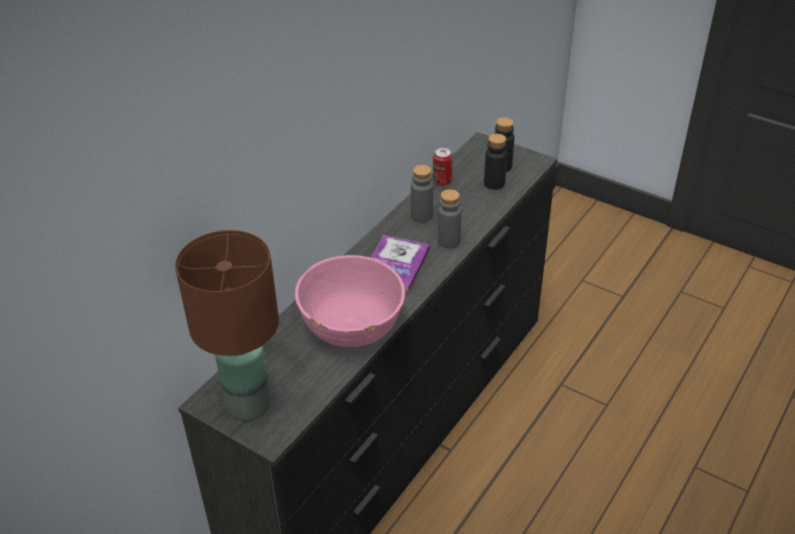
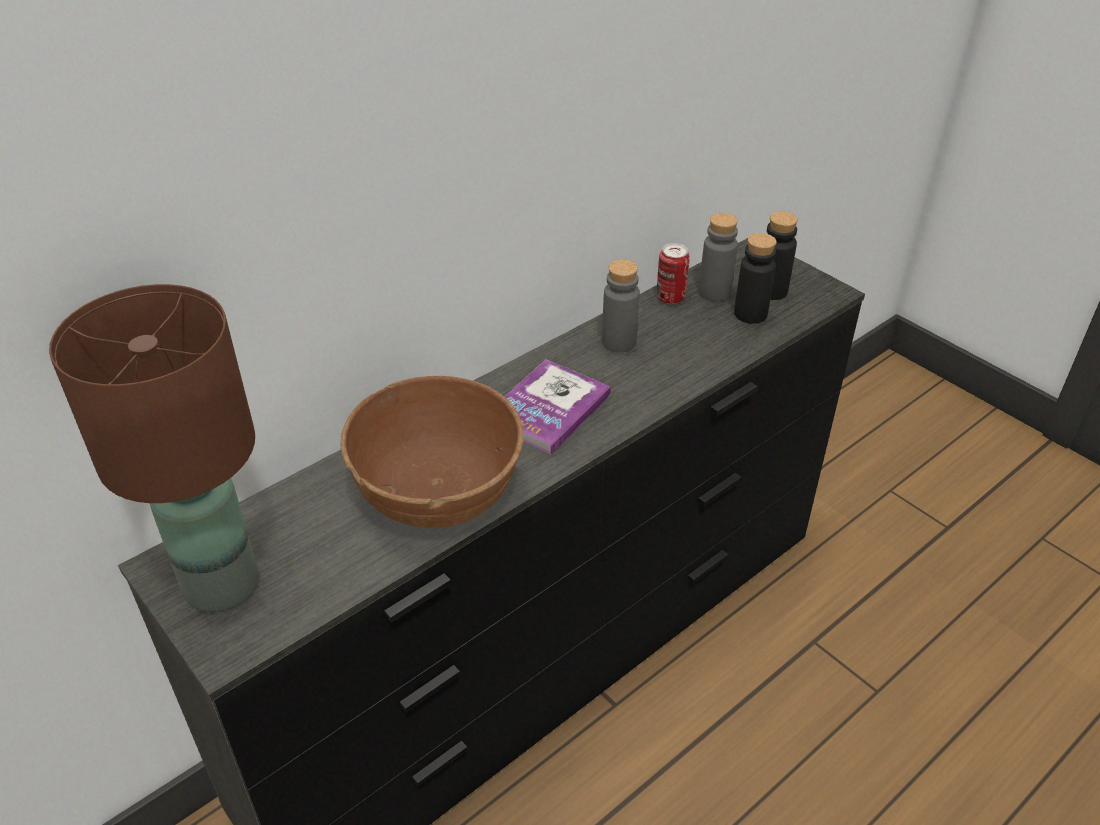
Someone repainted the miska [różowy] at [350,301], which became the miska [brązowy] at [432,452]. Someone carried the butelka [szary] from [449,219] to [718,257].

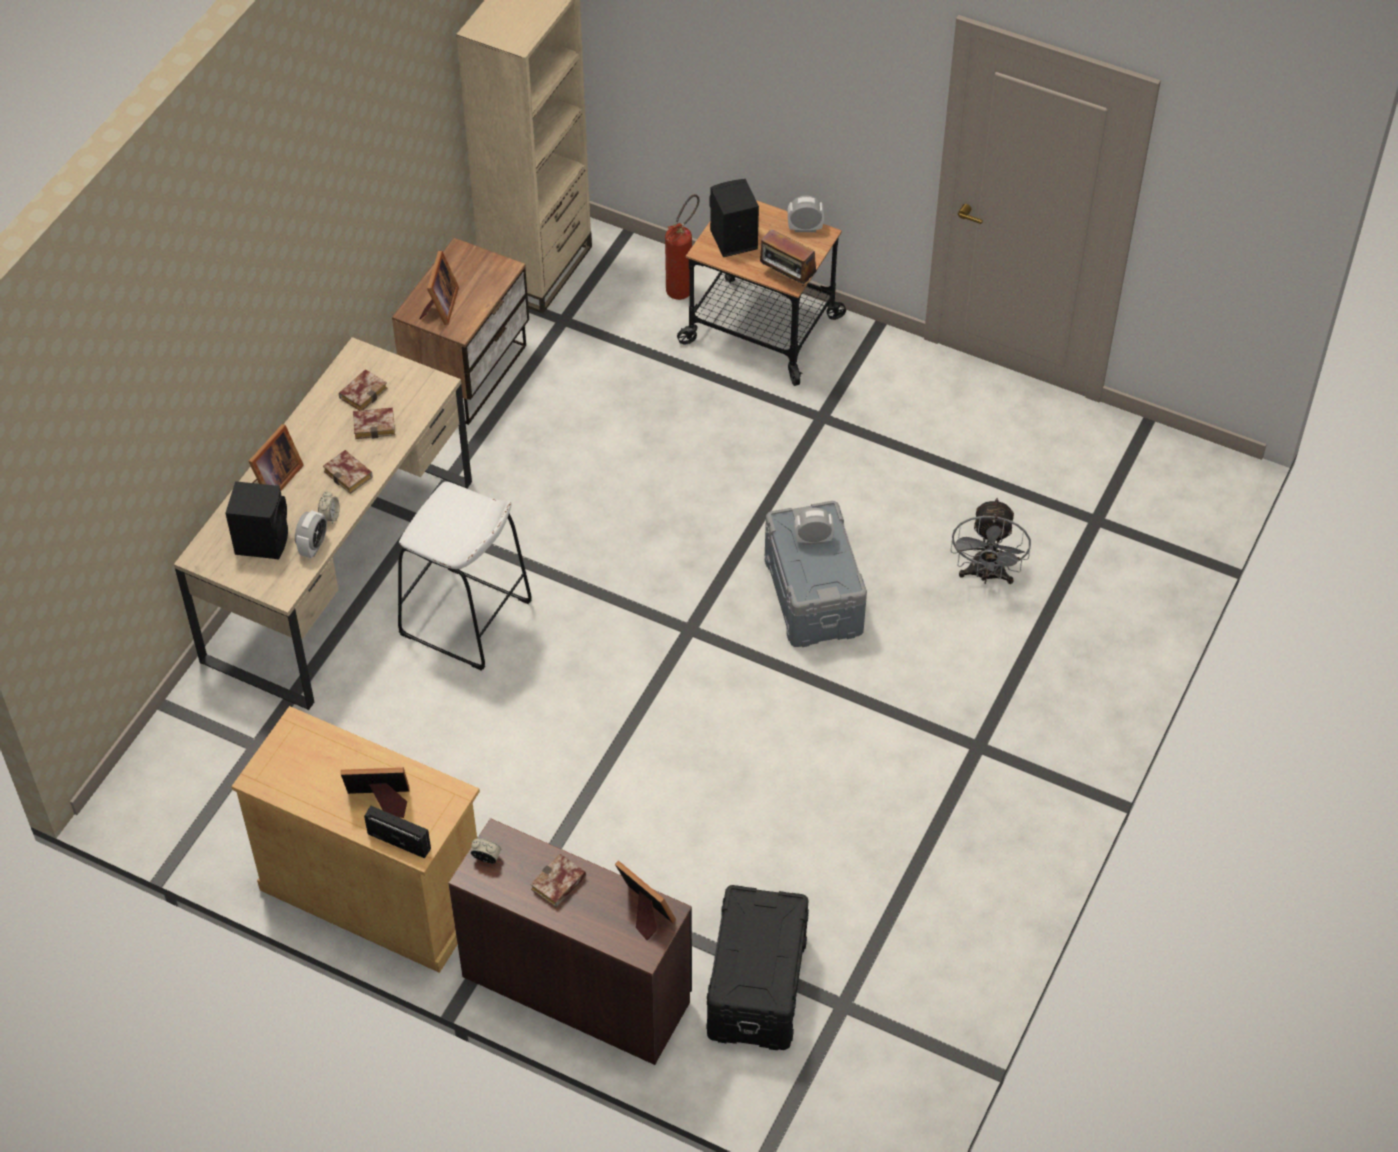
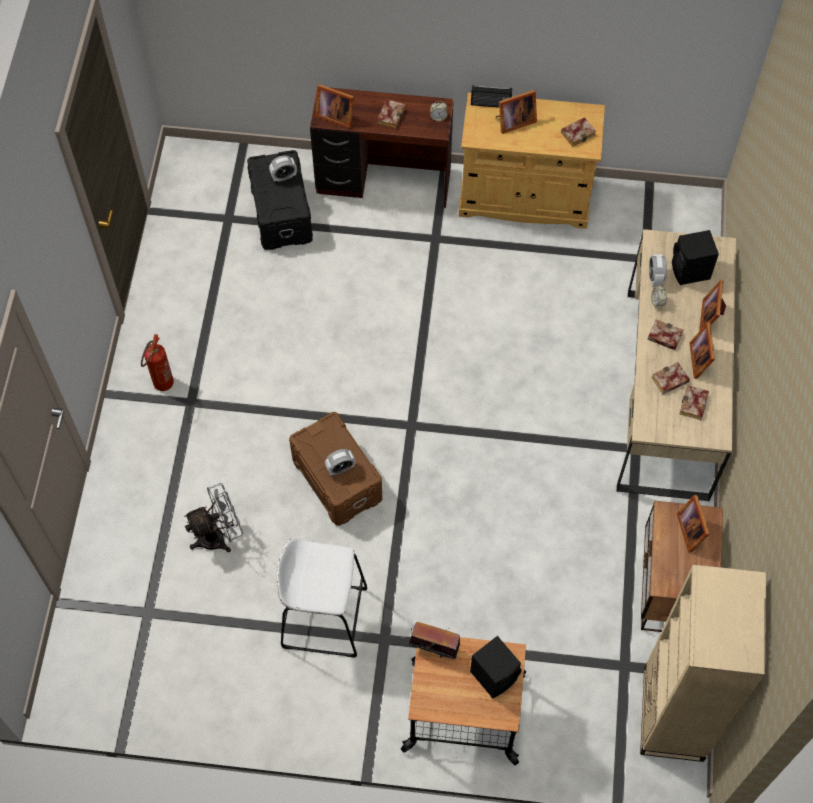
Someone carried the stołek [biały] from [465,576] to [321,598]. Someone carried the gaśnica from [682,247] to [157,362]. Someone repainted the pojemnik do przechowywania [szary] at [816,574], which became the pojemnik do przechowywania [brązowy] at [335,469]. Someone carried the budzik from [806,213] to [283,168]. Someone rotated the wentylator [szary] at [991,541] by 75 degrees clockwise. Someone put down the książka at [578,132]. Someone put down the ramka na zdjęcie at [702,351].

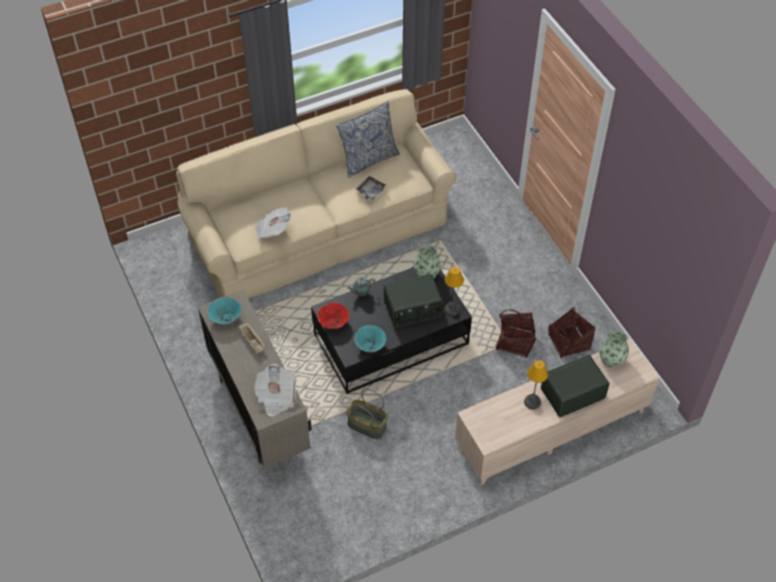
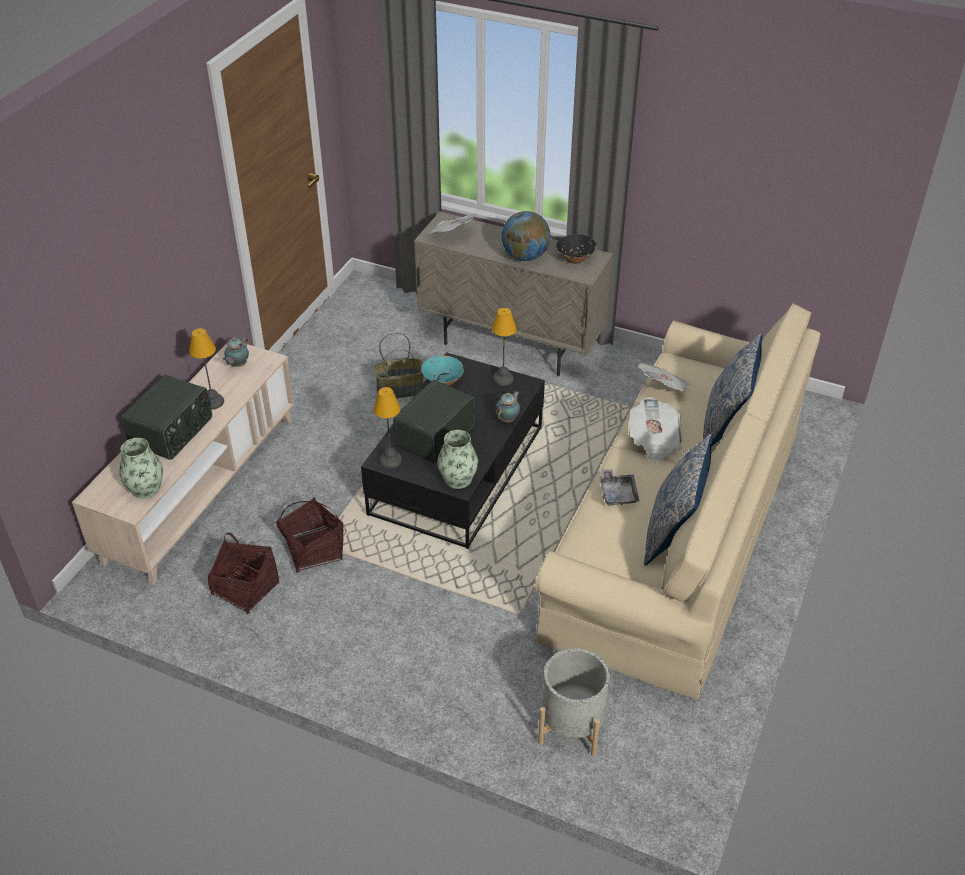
Someone repainted the miska [turkusowy] at [224,310], which became the miska [czarny] at [576,249]. Someone swapped the taca [beżowy] at [252,337] for the globus at [526,236]. Someone swapped the miska [czerwony] at [333,315] for the lampa stołowa at [504,347]. Someone put down the imbryk at [235,351]. Someone put down the donica [szary] at [574,702]. Someone put down the gazeta at [655,429]. Someone put down the poduszka at [732,390].

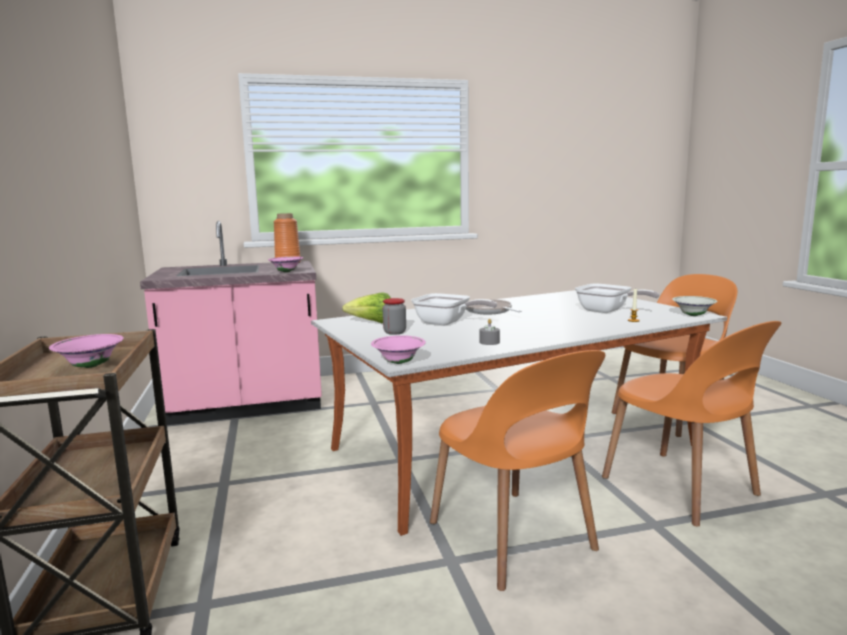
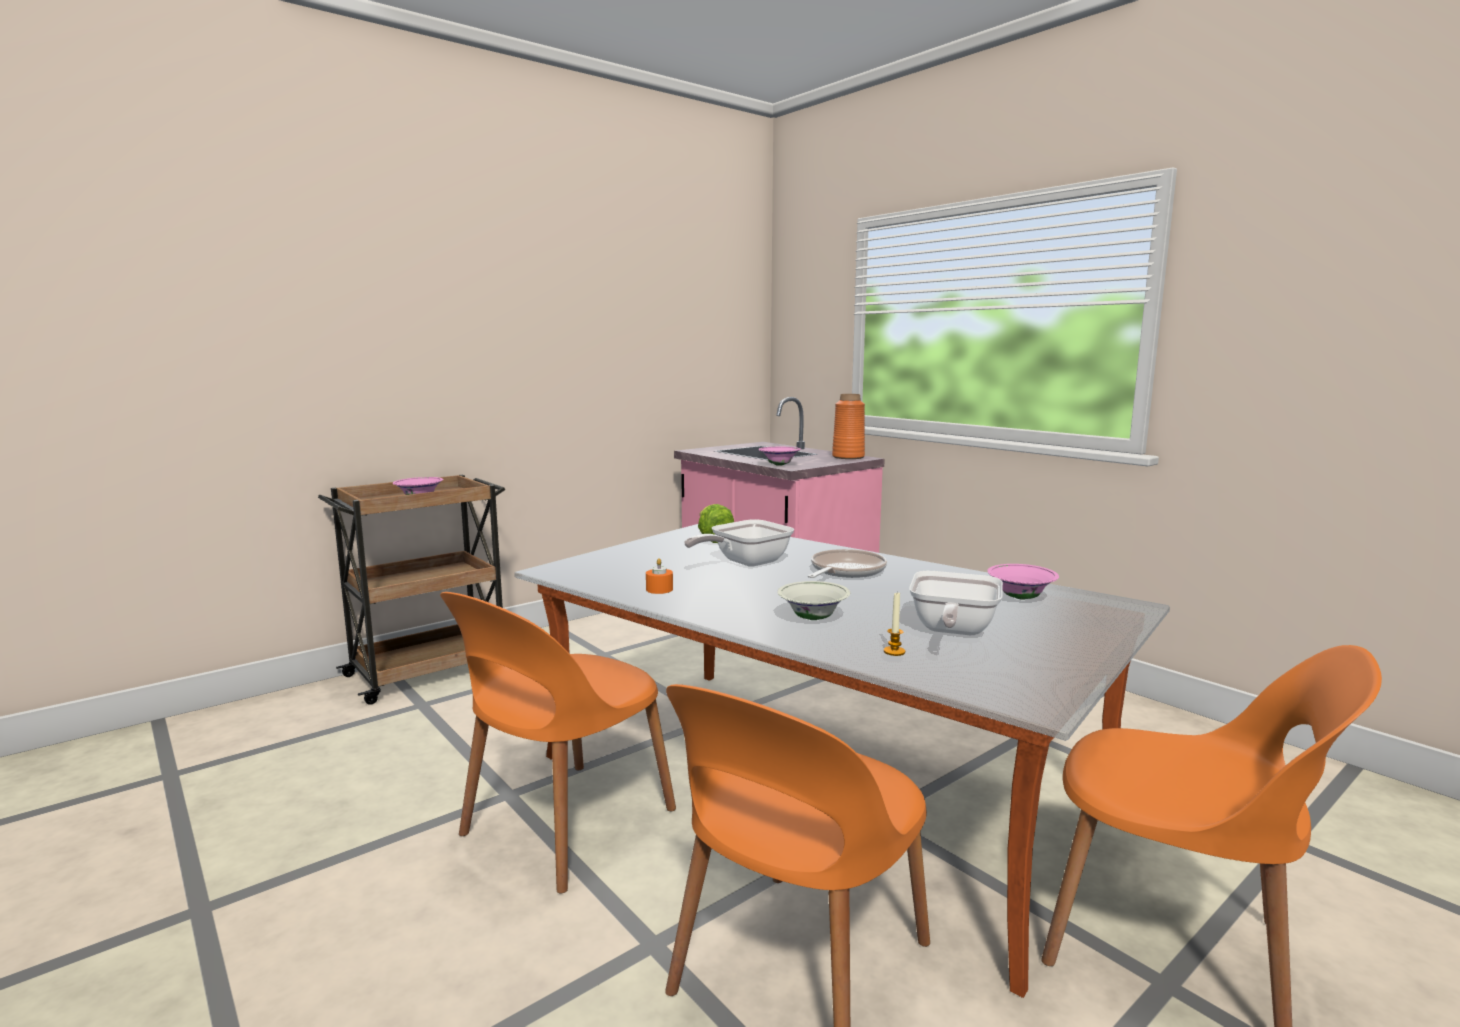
Someone carried the miska [różowy] from [398,349] to [1023,582]. Someone took away the słoik at [394,316]. Someone rotated the patelnia at [454,309] by 45 degrees clockwise. Someone repainted the świeca [szary] at [489,332], which became the świeca [pomarańczowy] at [659,576]. Someone carried the miska [biały] from [694,306] to [813,600].

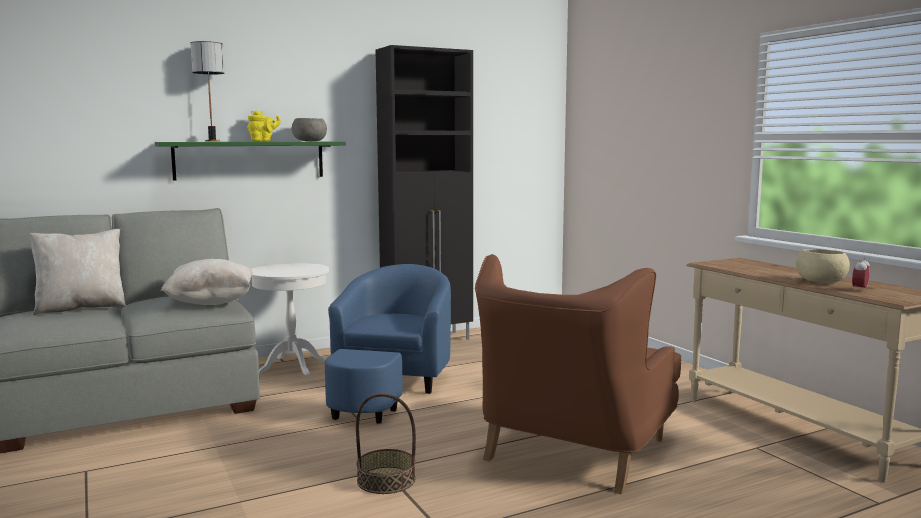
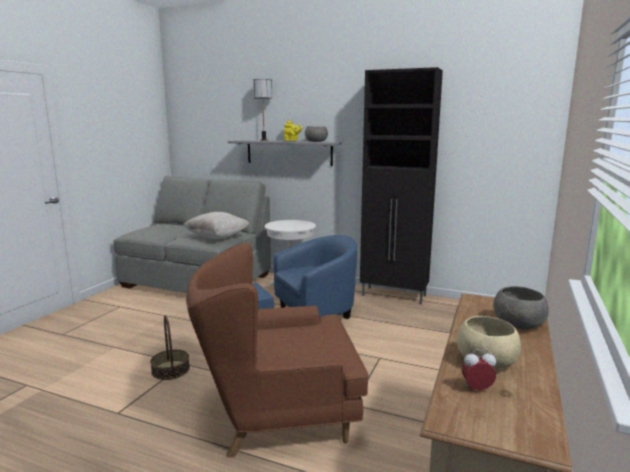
Someone took away the poduszka [beżowy] at [78,272]. Someone repainted the półka [zielony] at [250,161], which became the półka [szary] at [284,153]. Someone put down the miska [szary] at [521,307].

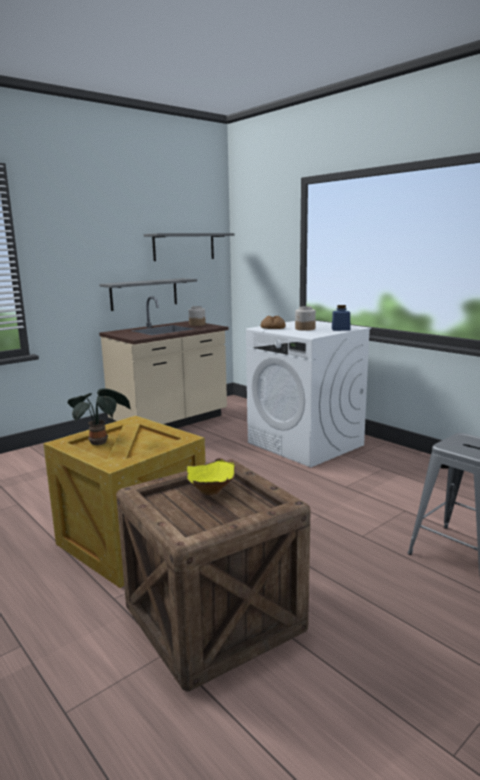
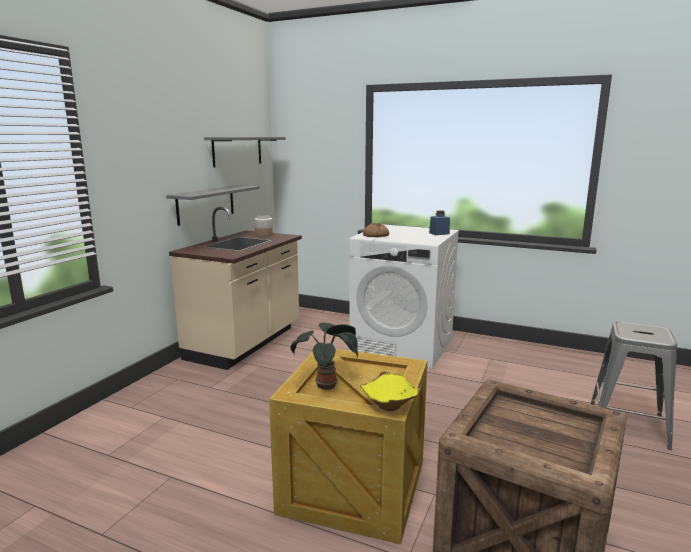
Someone carried the miska [żółty] from [211,476] to [390,391]. Someone took away the słoik at [305,318].

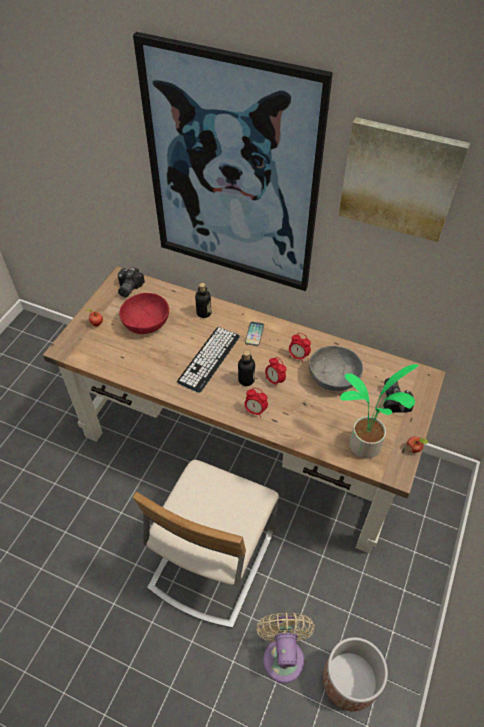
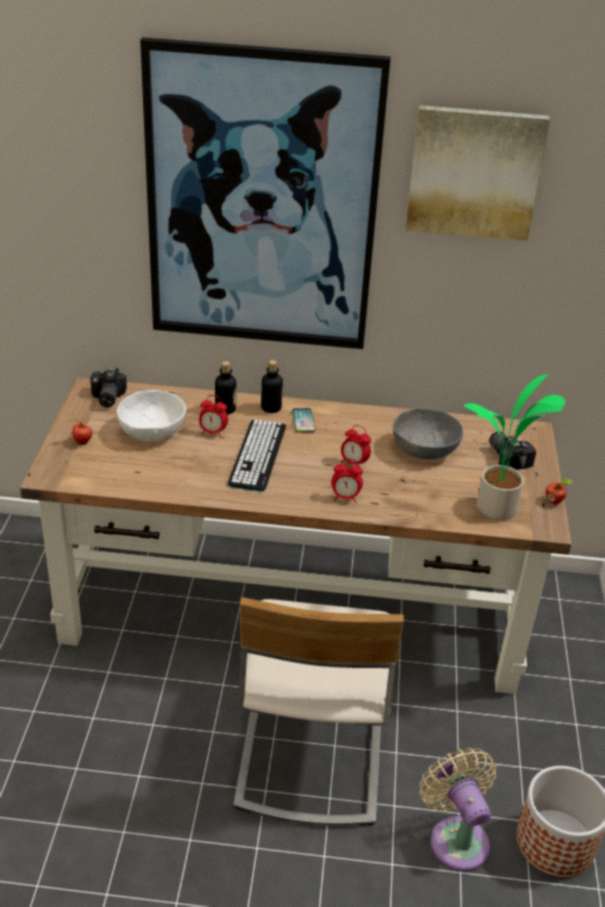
Someone repainted the miska [czerwony] at [144,313], which became the miska [biały] at [151,415]. Someone carried the butelka from [246,368] to [272,386]. Someone carried the budzik from [300,348] to [213,416].

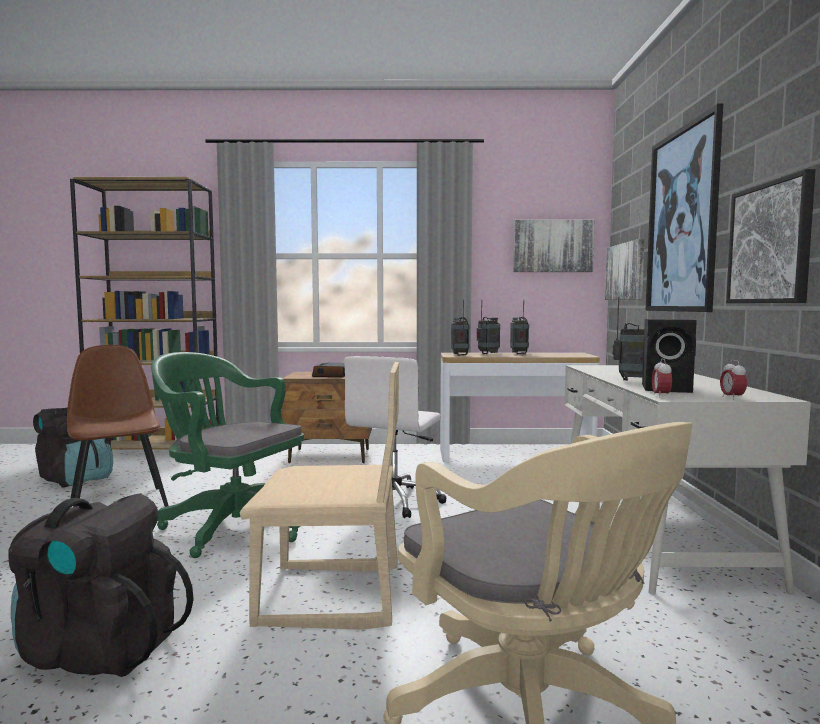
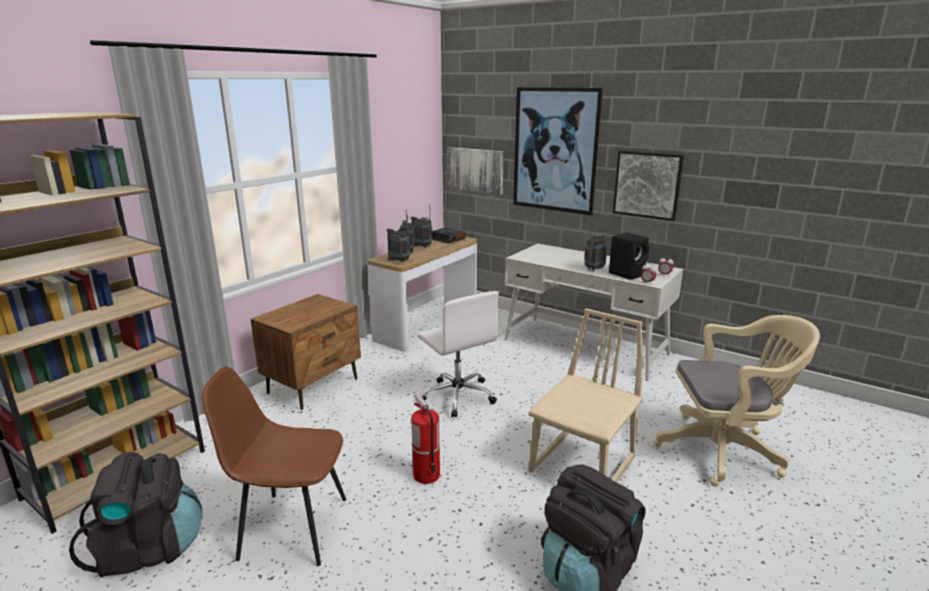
Someone swapped the krzesło biurowe [zielony] at [227,455] for the gaśnica at [425,438]. Someone carried the budzik from [328,369] to [449,235]. Someone took away the obraz at [554,246].

